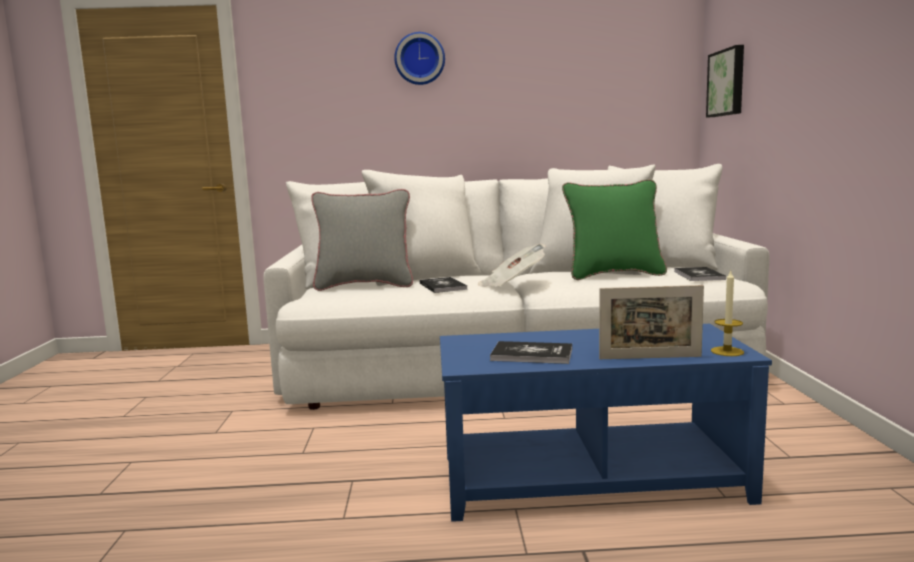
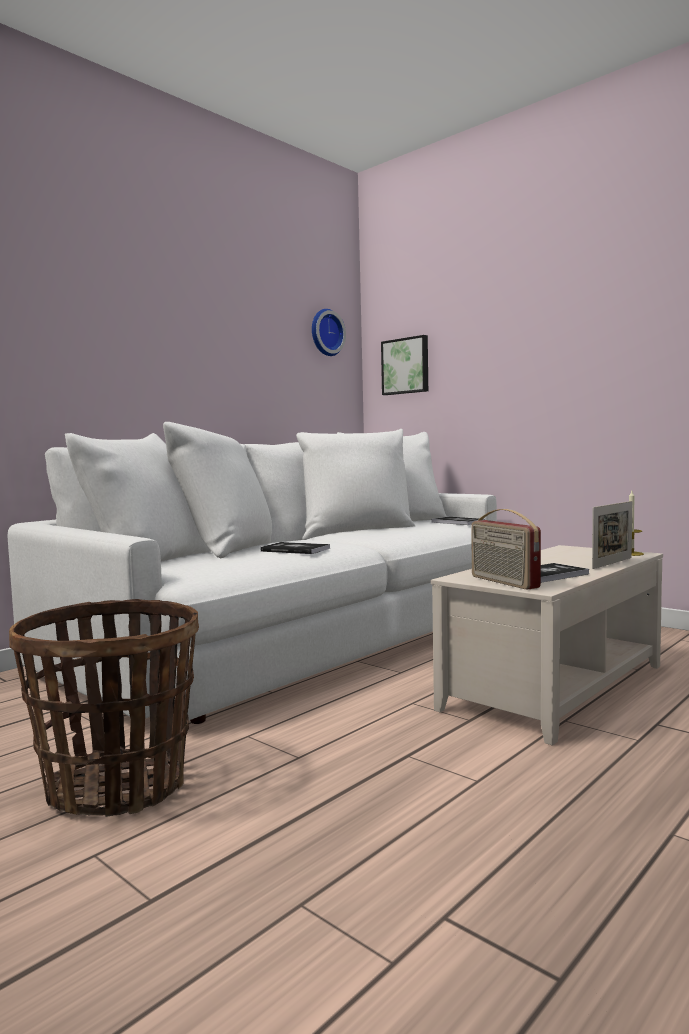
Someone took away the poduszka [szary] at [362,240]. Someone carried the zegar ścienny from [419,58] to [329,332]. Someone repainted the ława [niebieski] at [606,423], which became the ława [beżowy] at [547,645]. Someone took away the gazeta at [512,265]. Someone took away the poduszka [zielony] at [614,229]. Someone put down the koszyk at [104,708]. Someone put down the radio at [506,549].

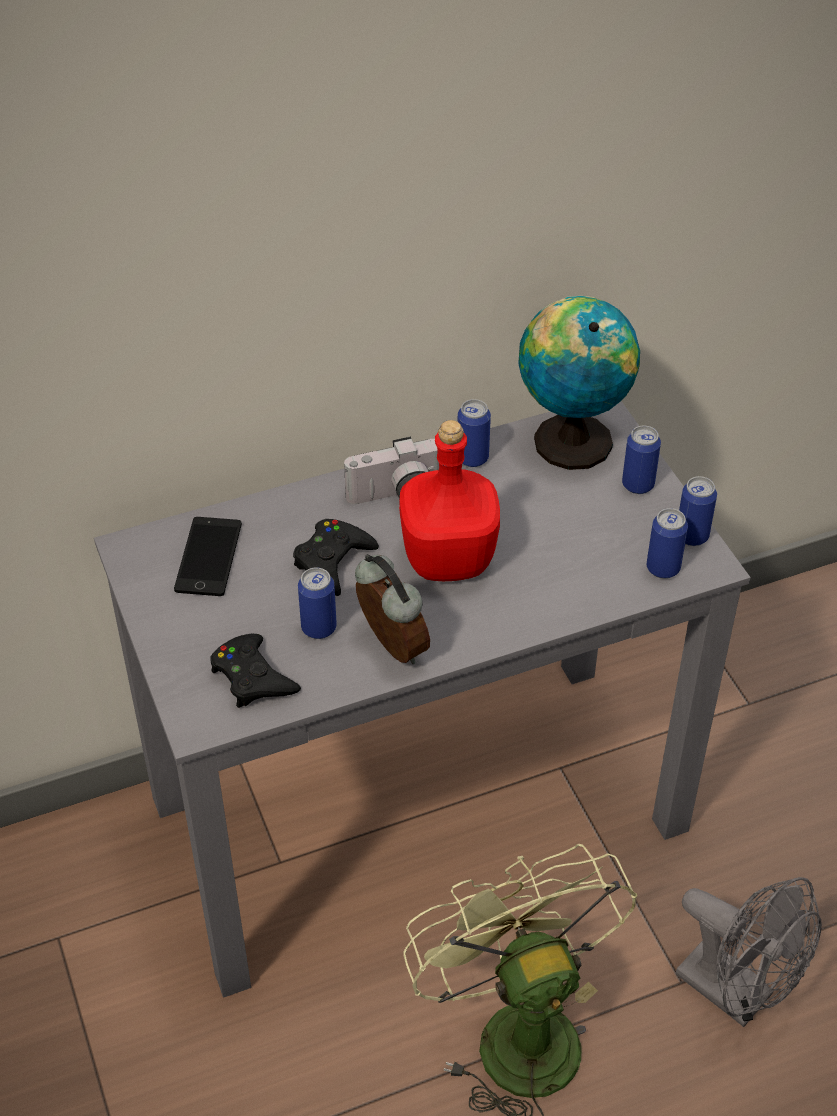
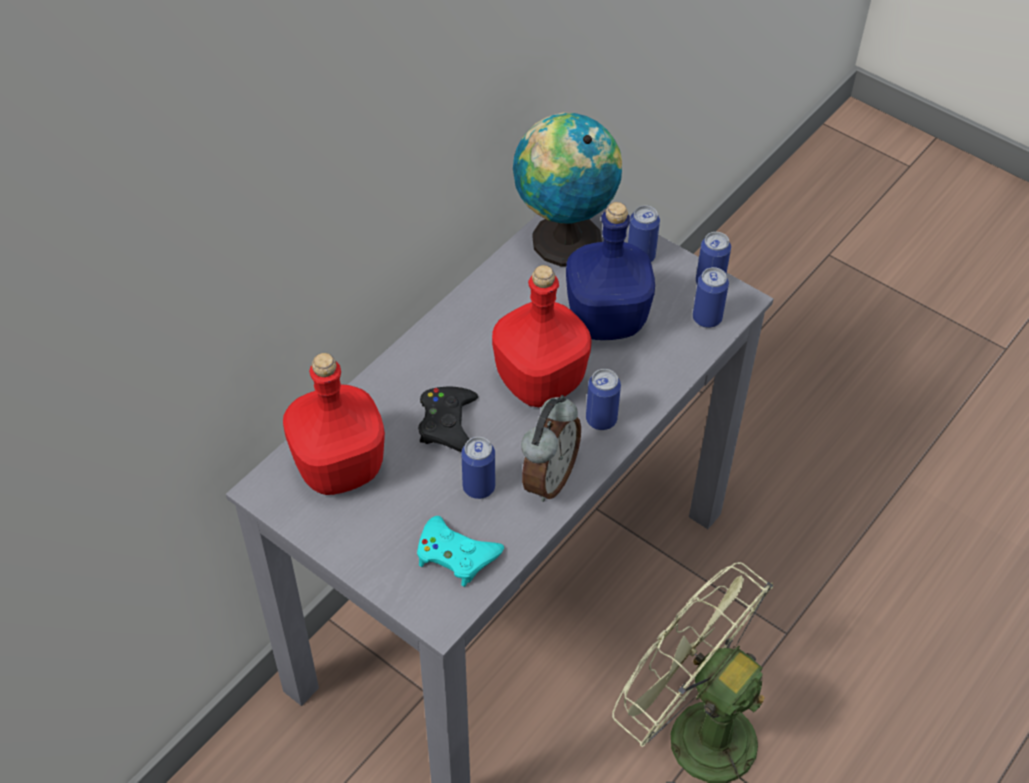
Someone swapped the telefon at [208,556] for the butelka [czerwony] at [334,424]. Someone repainted the pad do gier [czarny] at [255,670], which became the pad do gier [turkusowy] at [460,551]. Someone took away the aparat fotograficzny at [391,470]. Someone rotated the budzik at [392,609] by 90 degrees clockwise. Someone carried the puszka from [474,433] to [603,399]. Someone took away the wentylator [szary] at [749,952]. Someone put down the butelka [niebieski] at [610,271].

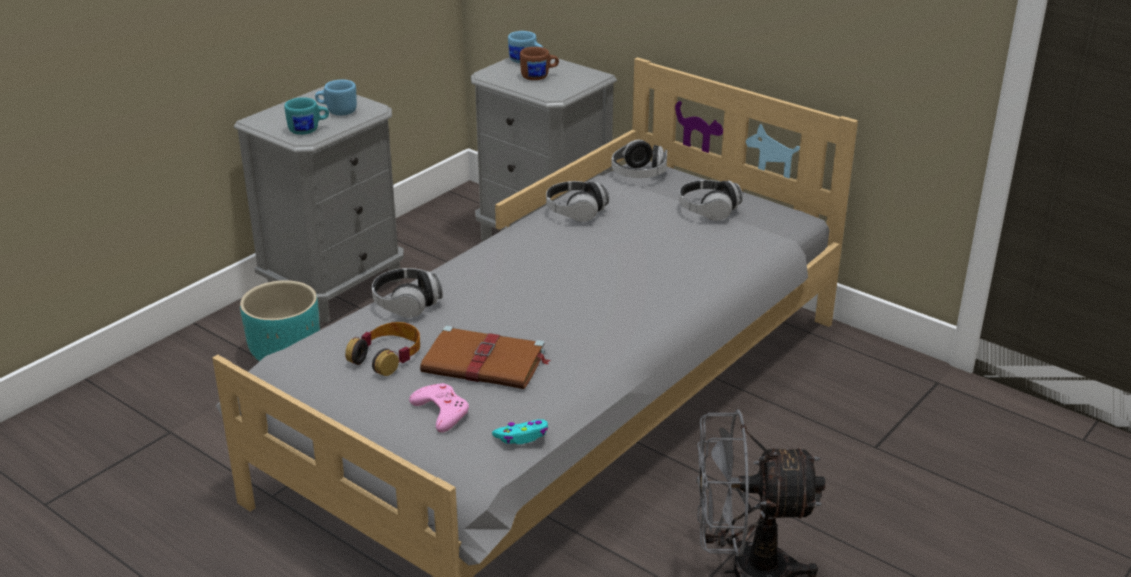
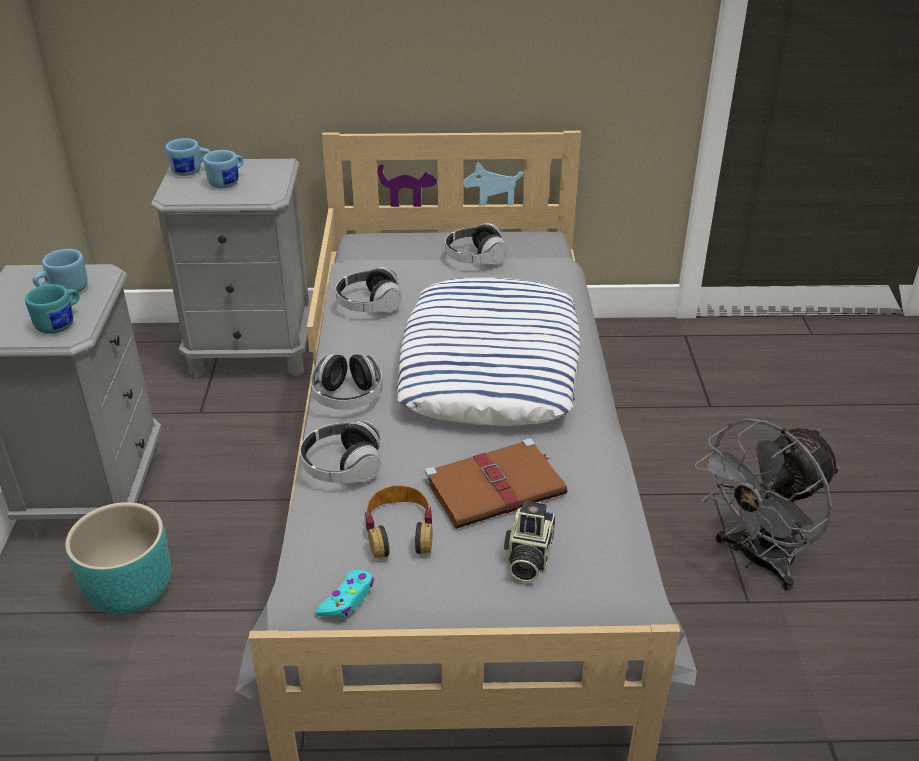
Someone swapped the pad do gier [różowy] at [439,407] for the aparat fotograficzny at [529,541]. Someone carried the pad do gier [turkusowy] from [520,431] to [344,593]. Someone repainted the kubek [brązowy] at [539,63], which became the kubek [niebieski] at [223,169]. Someone carried the słuchawki from [639,159] to [347,381]. Someone put down the poduszka at [488,352].

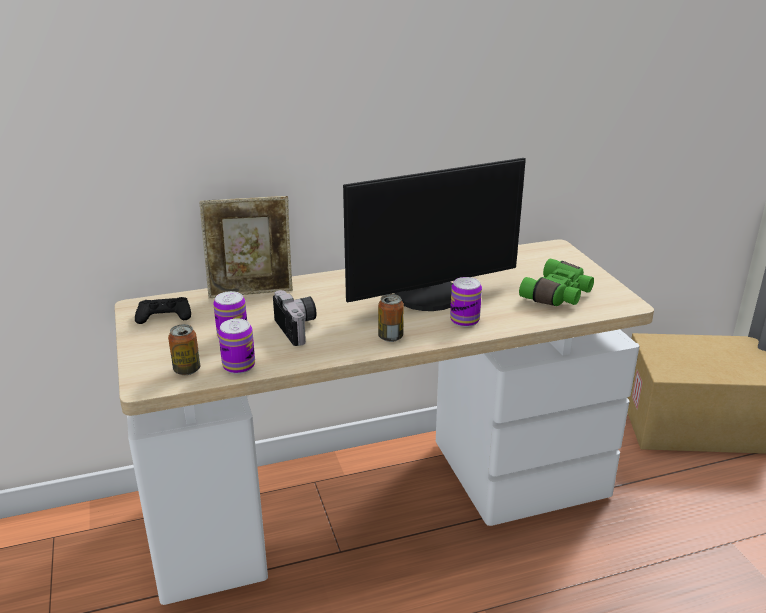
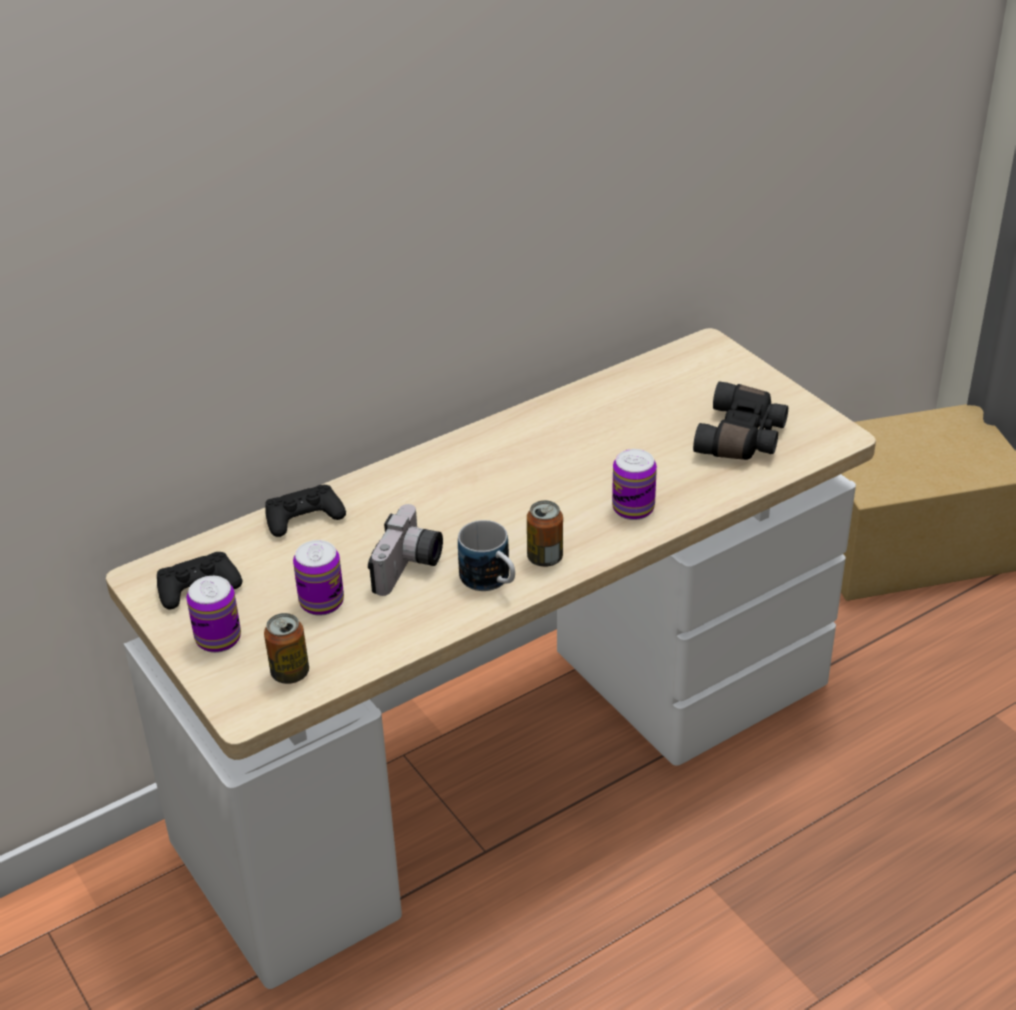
Someone swapped the ramka na zdjęcie at [246,247] for the pad do gier [czarny] at [305,511]. Someone carried the puszka from [236,346] to [213,614]. Someone rotated the aparat fotograficzny at [294,318] by 60 degrees clockwise. Someone took away the monitor at [434,234]. Someone repainted the lornetka [zielony] at [556,282], which became the lornetka [czarny] at [740,420]. Someone put down the kubek at [486,555].

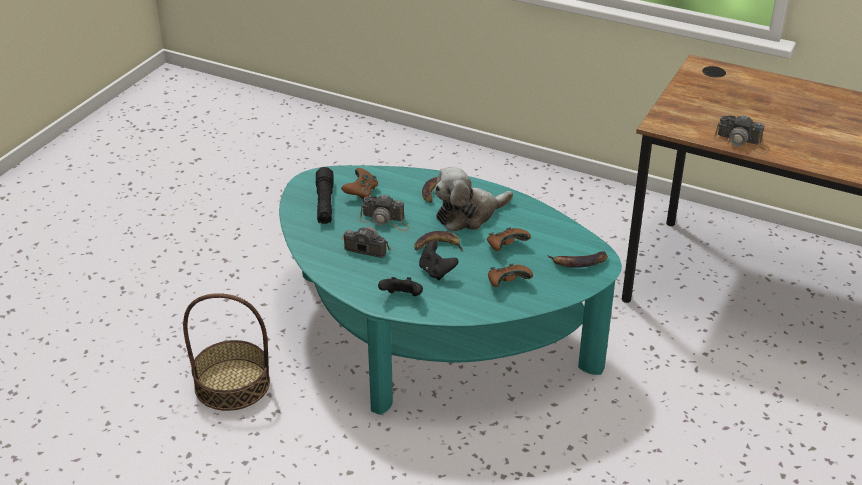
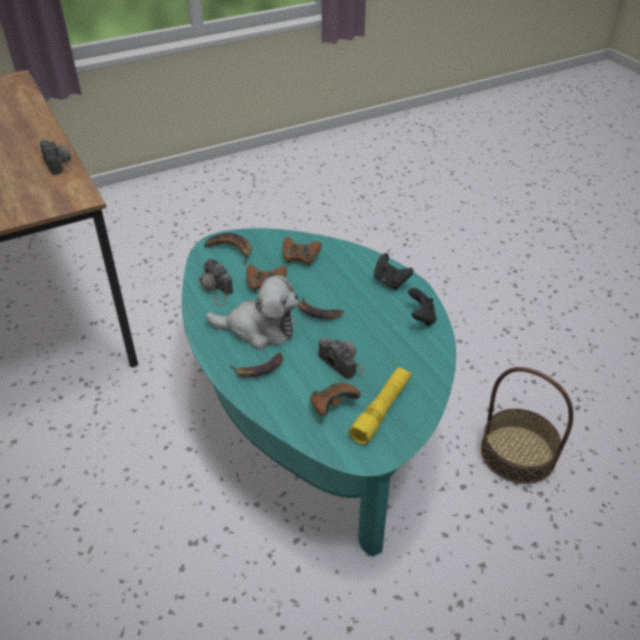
Someone repainted the latarka [czarny] at [325,195], which became the latarka [żółty] at [380,406]. Someone carried the aparat fotograficzny from [366,242] to [215,282]. Someone carried the pad do gier [czarny] from [438,260] to [422,307].

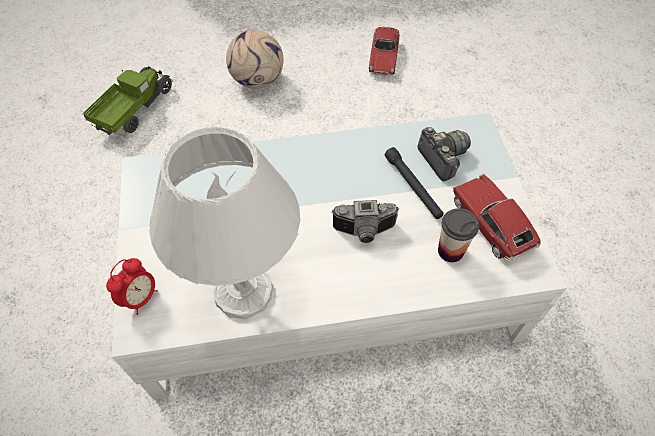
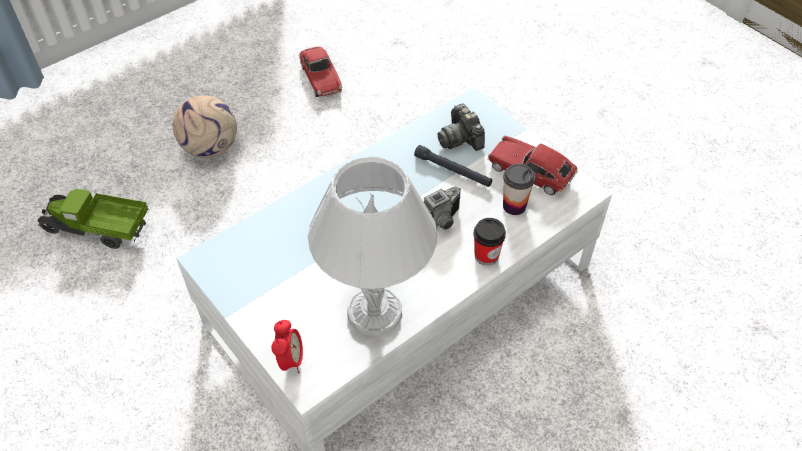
Someone rotated the ciężarówka zabawkowa at [127,100] by 75 degrees counterclockwise. Someone rotated the aparat fotograficzny at [444,154] by 150 degrees counterclockwise. Someone put down the filiżanka at [489,242].

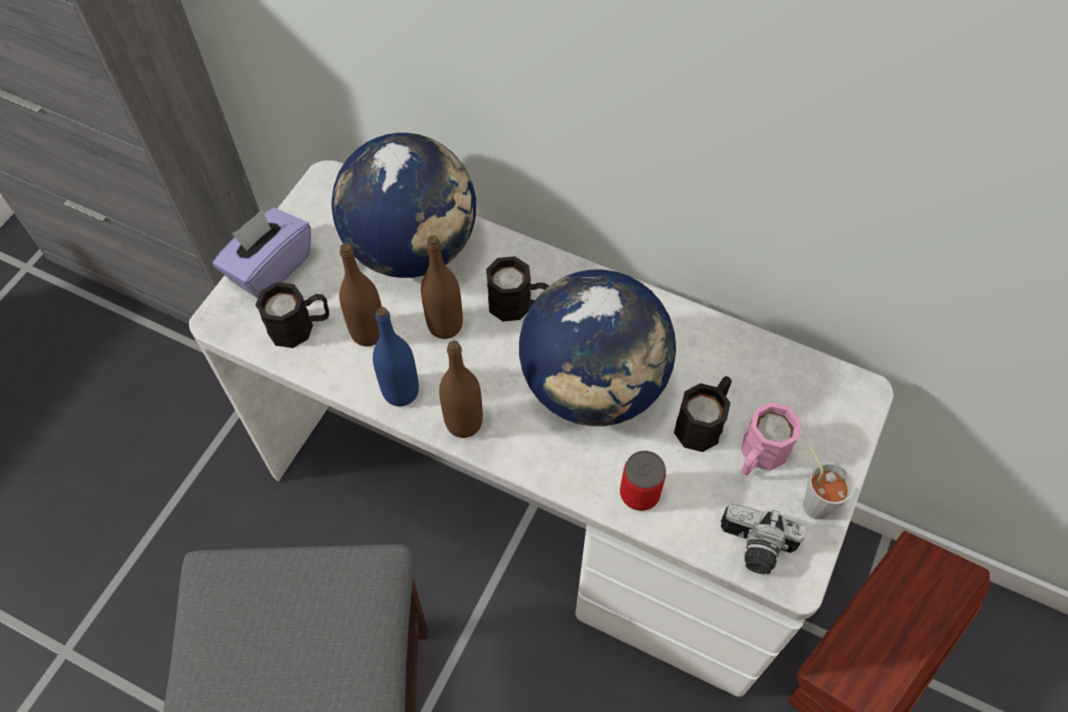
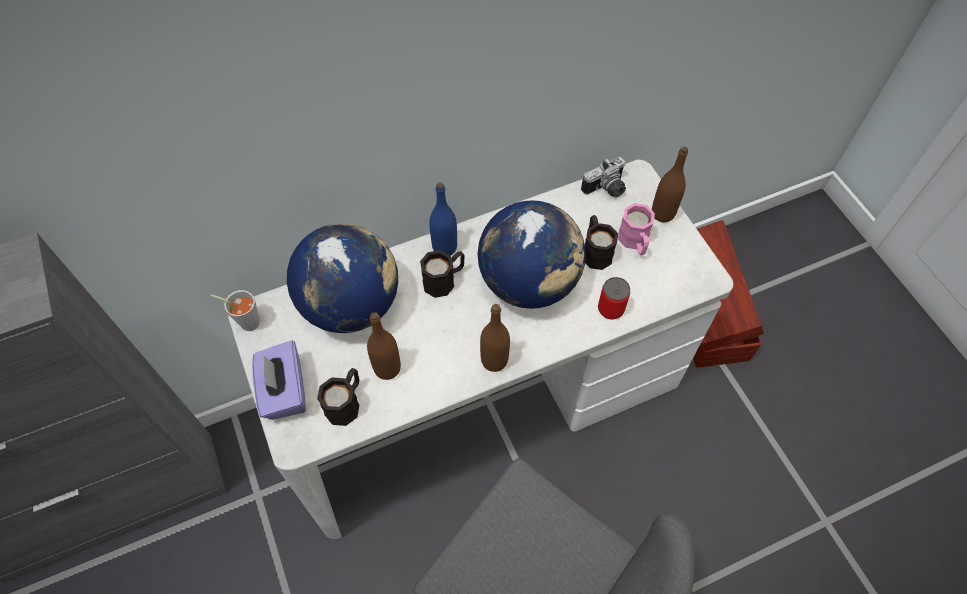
Someone carried the butelka [niebieski] from [396,356] to [443,219]. Someone carried the butelka [brązowy] from [442,287] to [670,184]. Someone carried the aparat fotograficzny from [763,538] to [603,177]. Someone carried the filiżanka [szary] from [829,483] to [235,310].

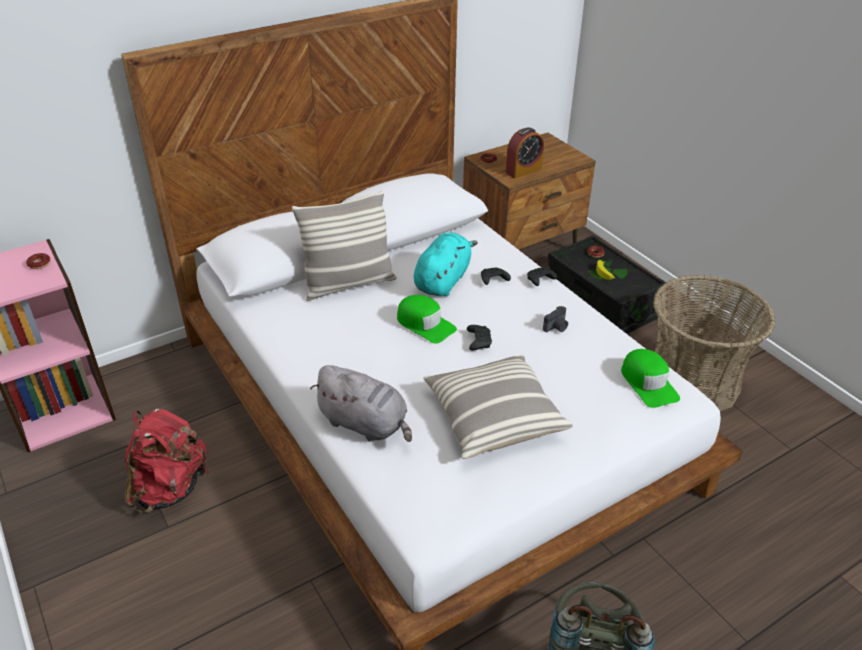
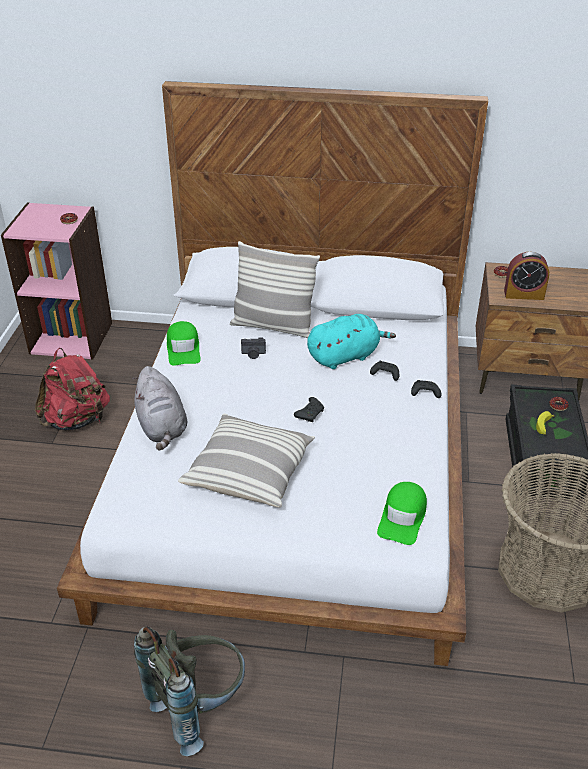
Someone carried the czapka z daszkiem [zielony] from [427,319] to [184,343]. Someone carried the aparat fotograficzny from [555,319] to [253,348].

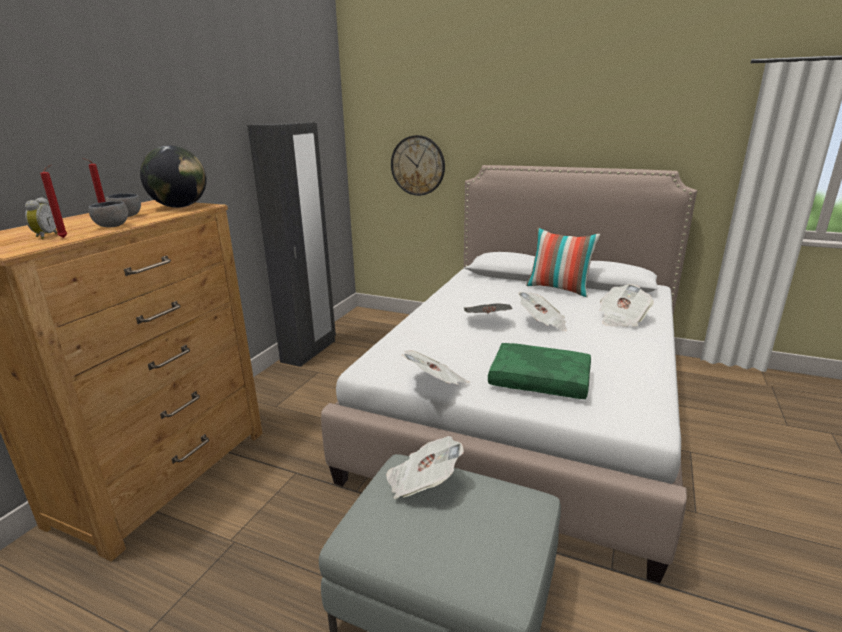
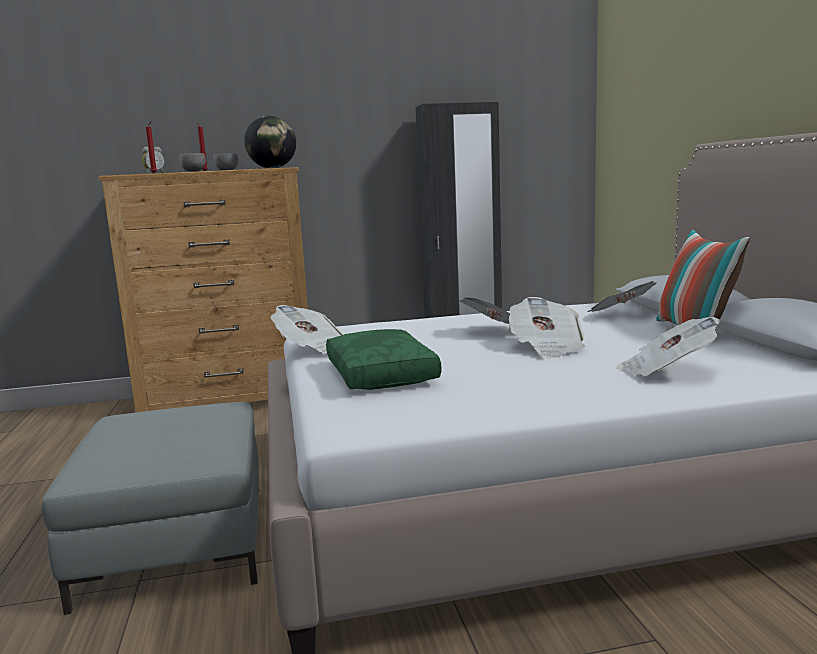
Someone carried the gazeta from [425,467] to [622,296]. Someone took away the zegar ścienny at [418,165].

